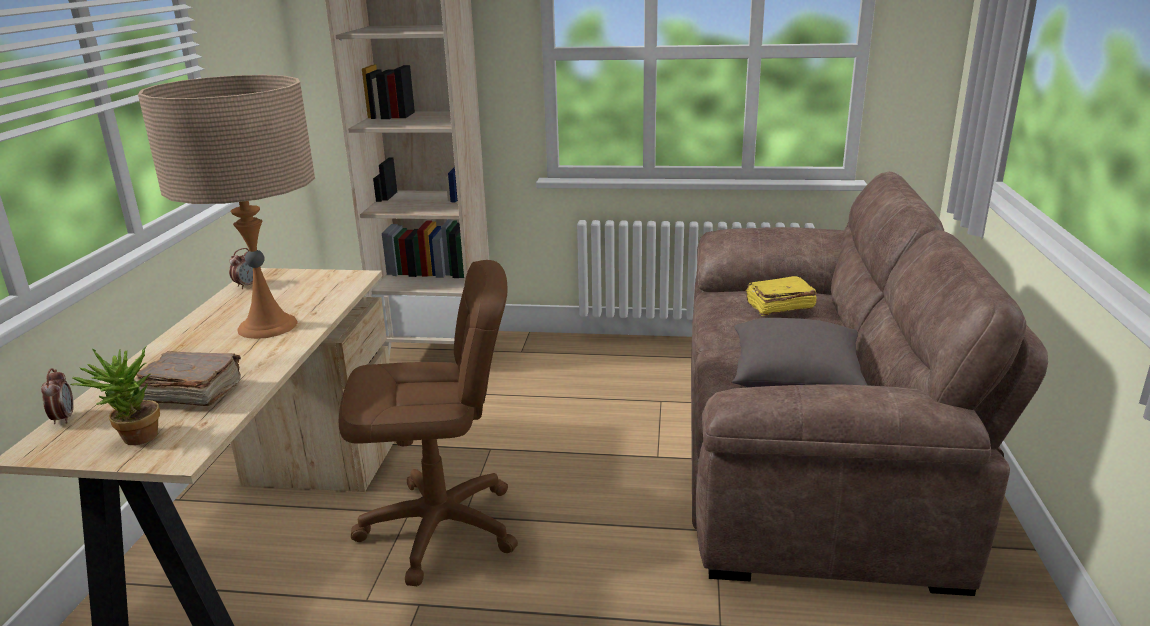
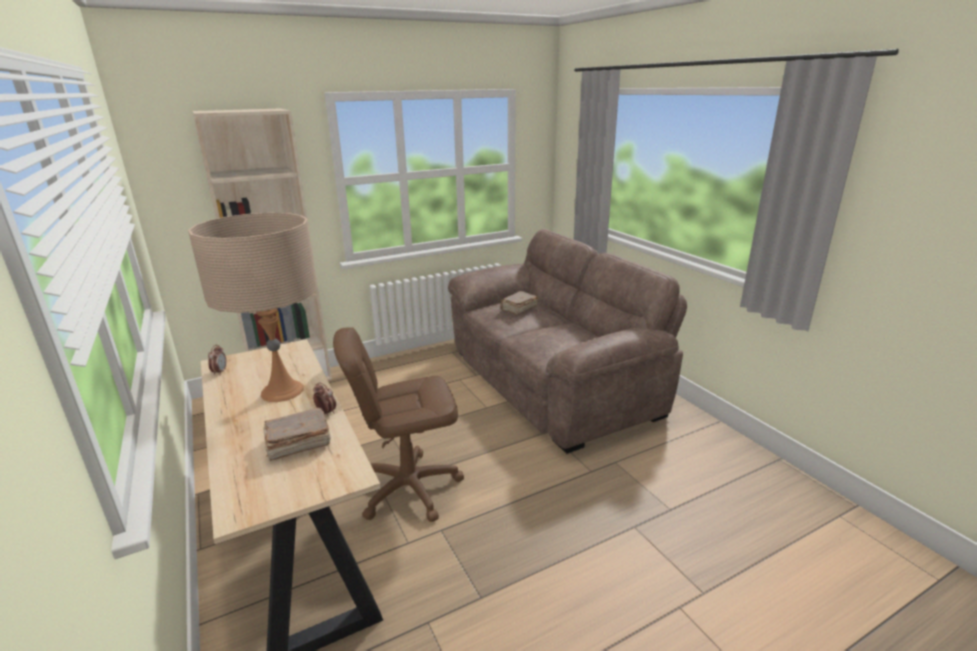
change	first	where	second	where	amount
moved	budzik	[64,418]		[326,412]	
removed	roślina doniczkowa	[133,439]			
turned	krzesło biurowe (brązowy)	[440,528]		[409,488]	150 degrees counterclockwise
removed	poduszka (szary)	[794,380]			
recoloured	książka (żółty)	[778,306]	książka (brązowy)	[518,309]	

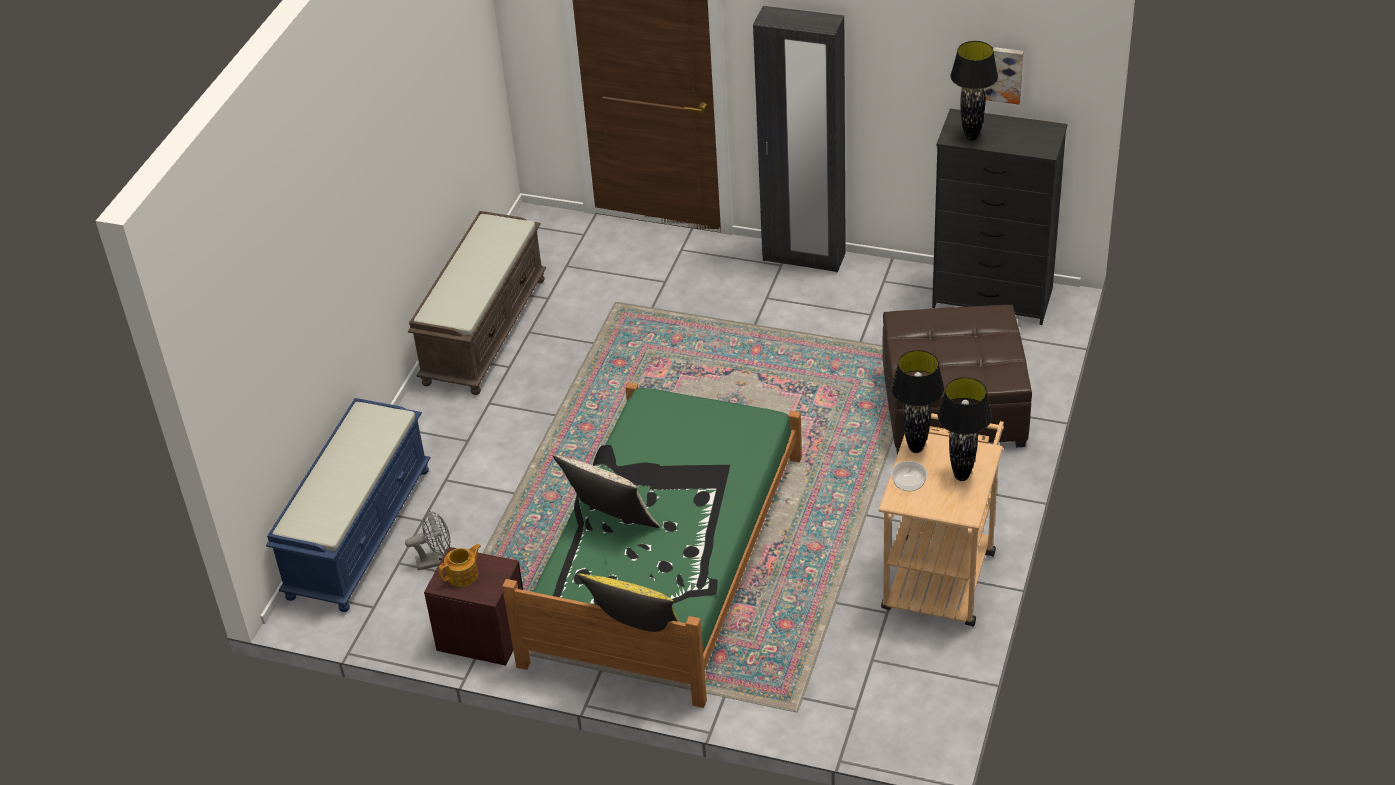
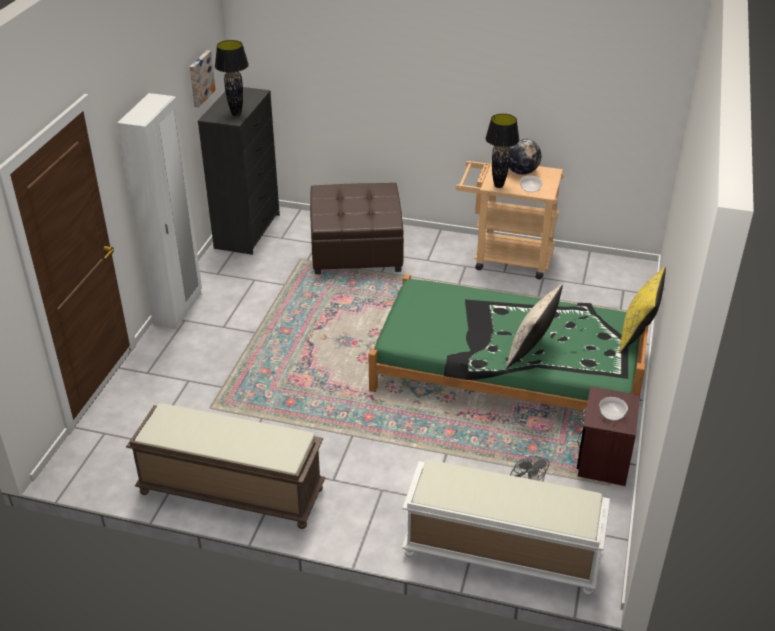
change	first	where	second	where	amount
recoloured	ławka (niebieski)	[358,531]	ławka (biały)	[500,553]	
replaced	imbryk	[463,575]	miska	[612,414]	
recoloured	szafa (czarny)	[803,257]	szafa (biały)	[178,309]	
replaced	lampa stołowa (czarny)	[962,476]	globus	[521,172]	

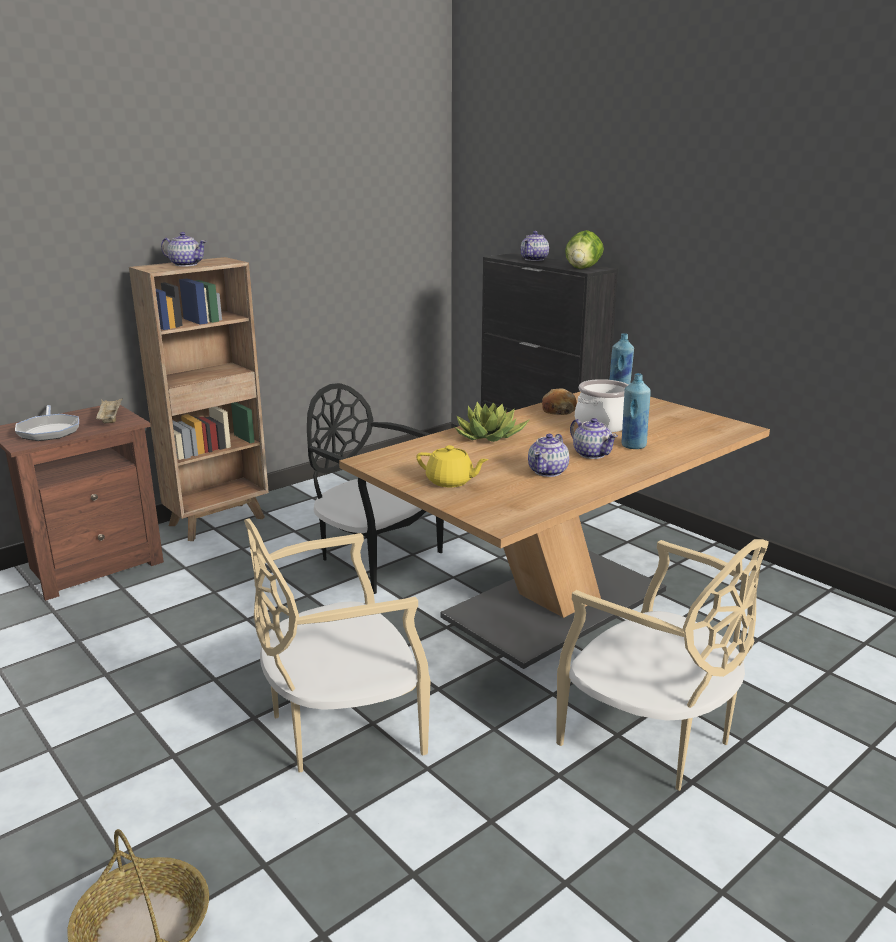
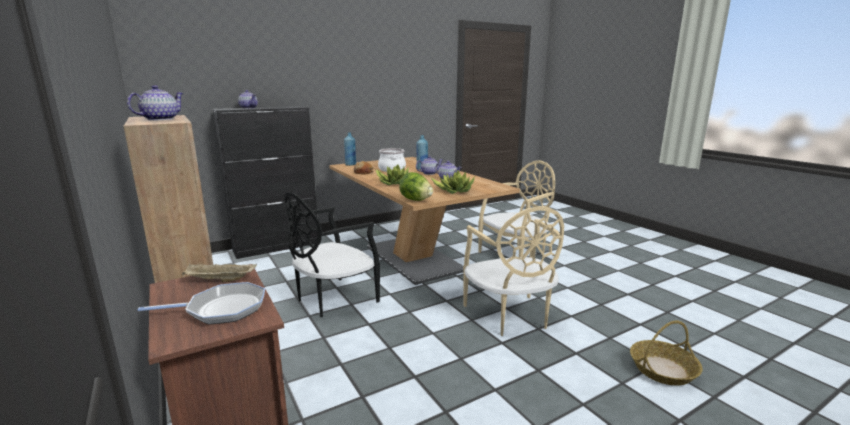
change	first	where	second	where	amount
replaced	imbryk (żółty)	[450,481]	roślina doniczkowa	[455,190]	
moved	sałata	[582,268]		[415,200]	

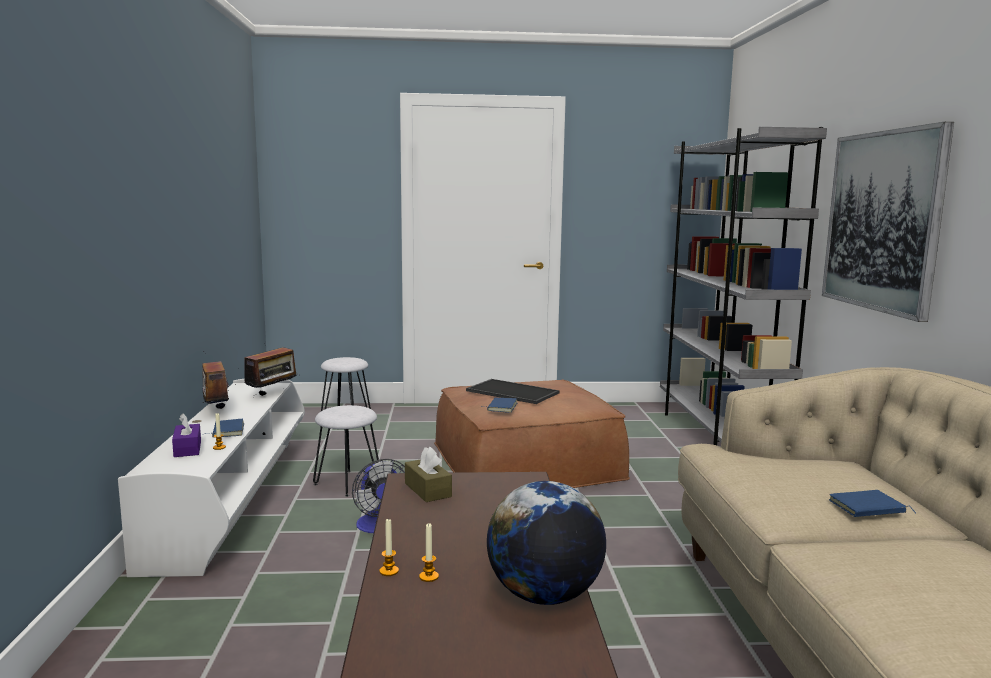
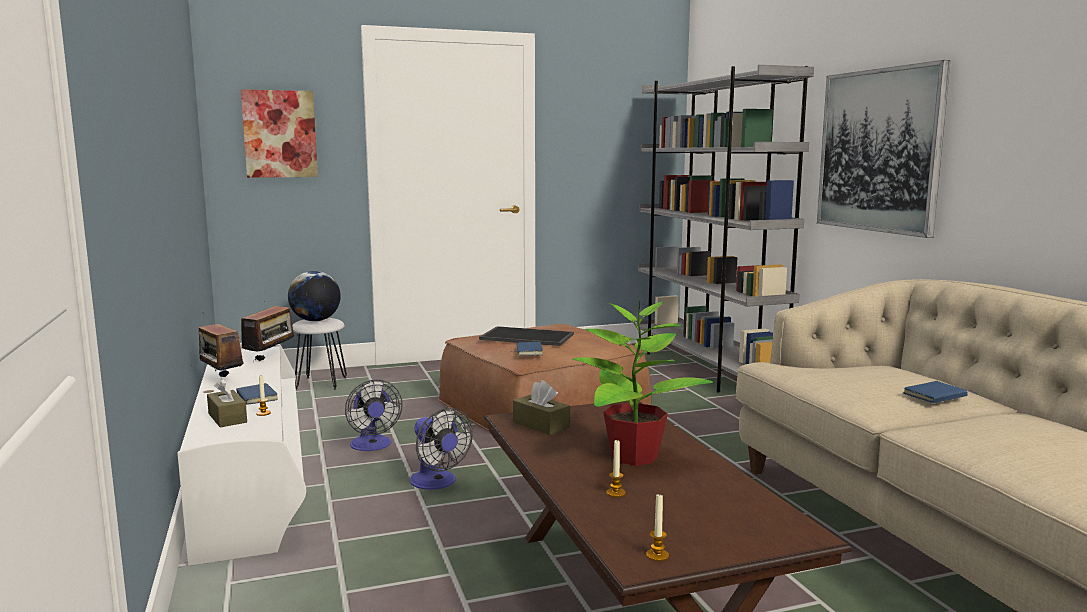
change	first	where	second	where	amount
recoloured	pudełko chusteczek (fioletowy)	[187,449]	pudełko chusteczek (brązowy)	[227,418]	
replaced	stołek (biały)	[348,482]	wentylator	[372,446]	
moved	świeca	[389,571]		[657,555]	
moved	globus	[544,595]		[315,320]	
added			obraz	[280,134]	
added			roślina doniczkowa	[632,456]	

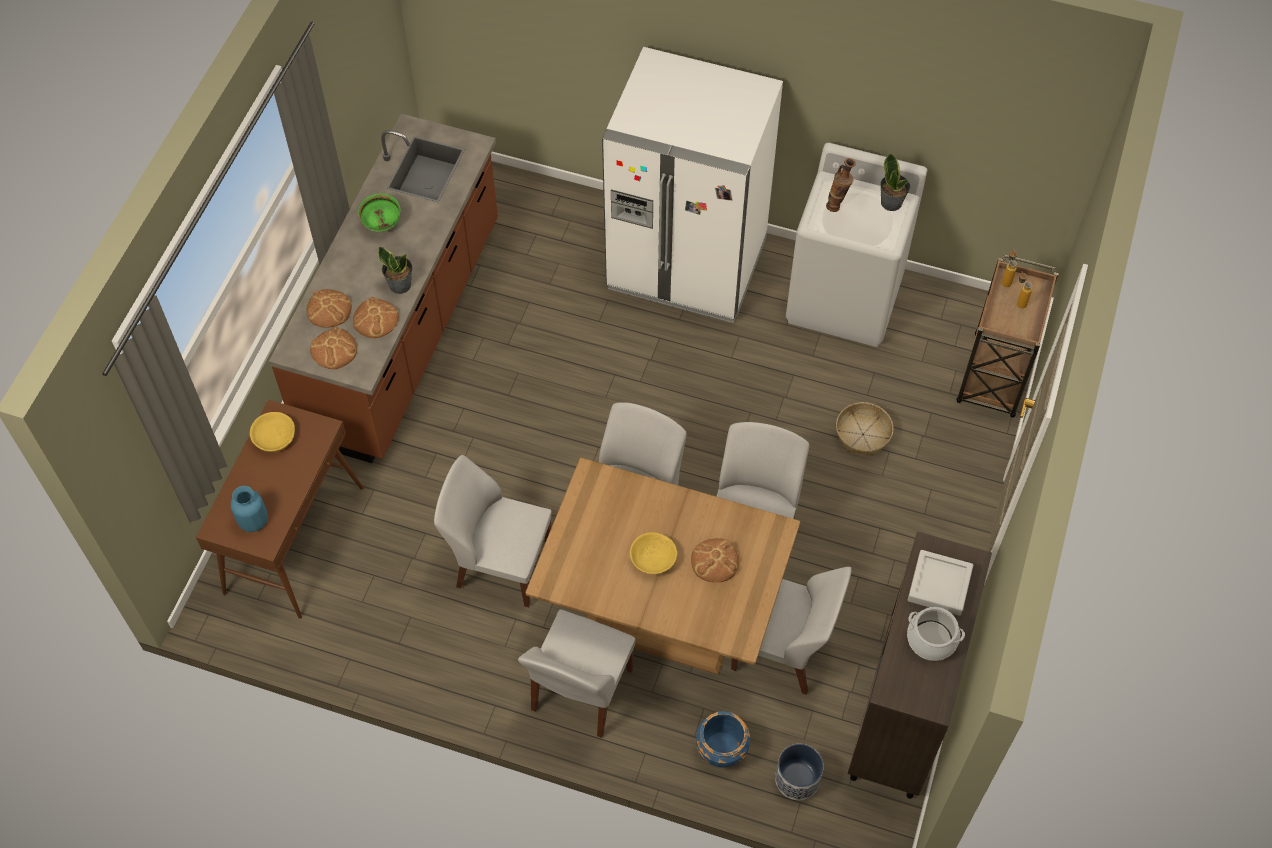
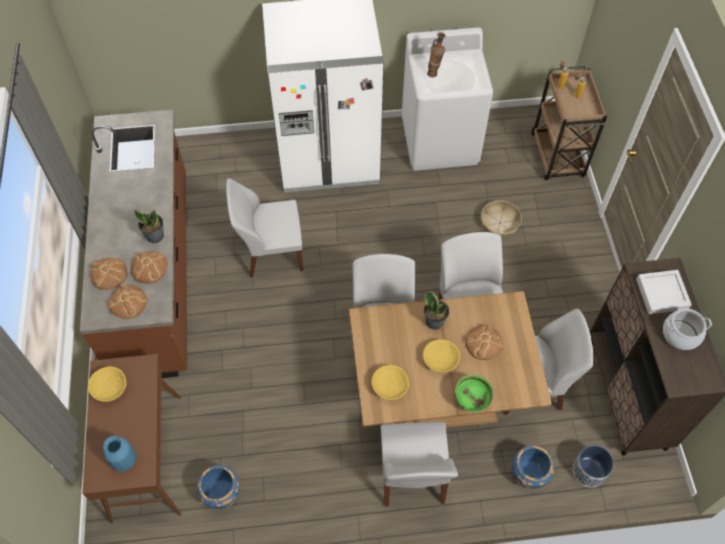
change	first	where	second	where	amount
moved	miska (zielony)	[382,225]		[472,400]	
moved	krzesło (biały)	[501,564]		[271,253]	
moved	roślina doniczkowa	[891,202]		[434,321]	
added			donica (niebieski)	[221,493]	
added			miska (żółty)	[390,386]	

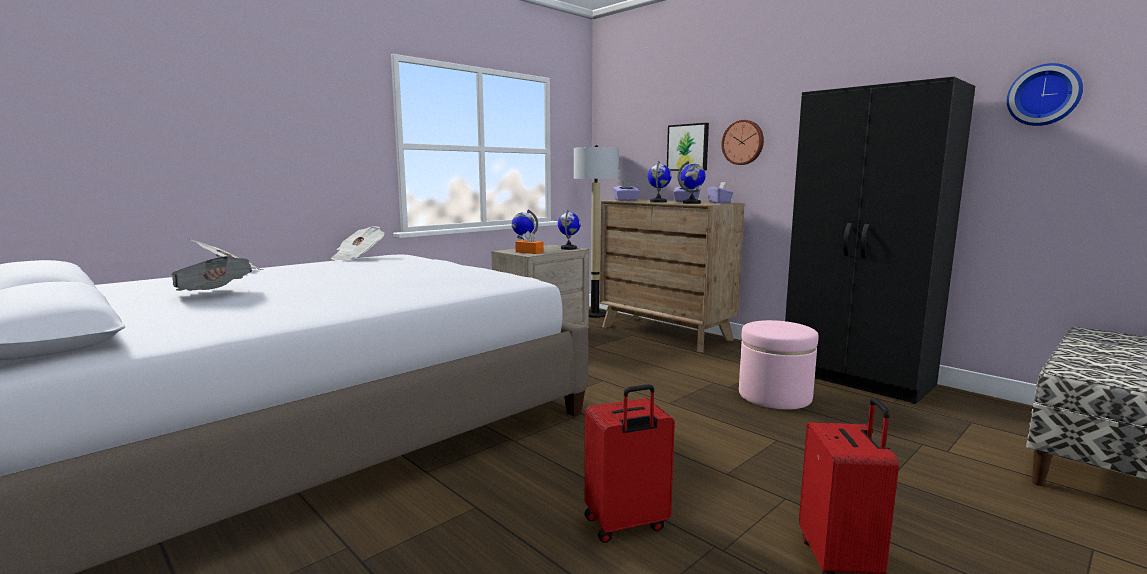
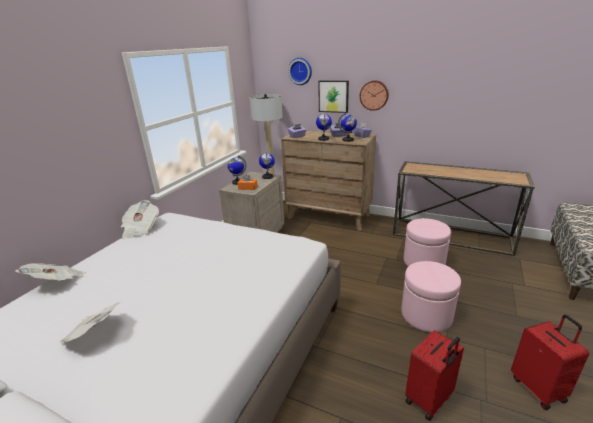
change	first	where	second	where	amount
replaced	szafa (czarny)	[857,379]	stolik konsolowy	[451,236]	
moved	zegar ścienny	[1044,95]		[300,71]	
added			pufa (różowy)	[426,314]	

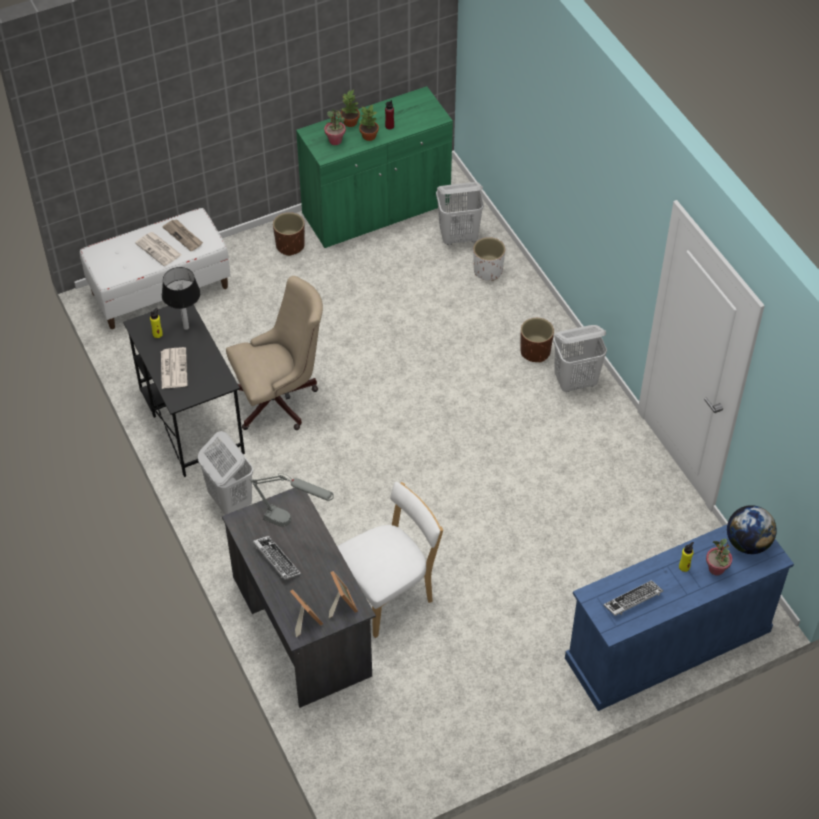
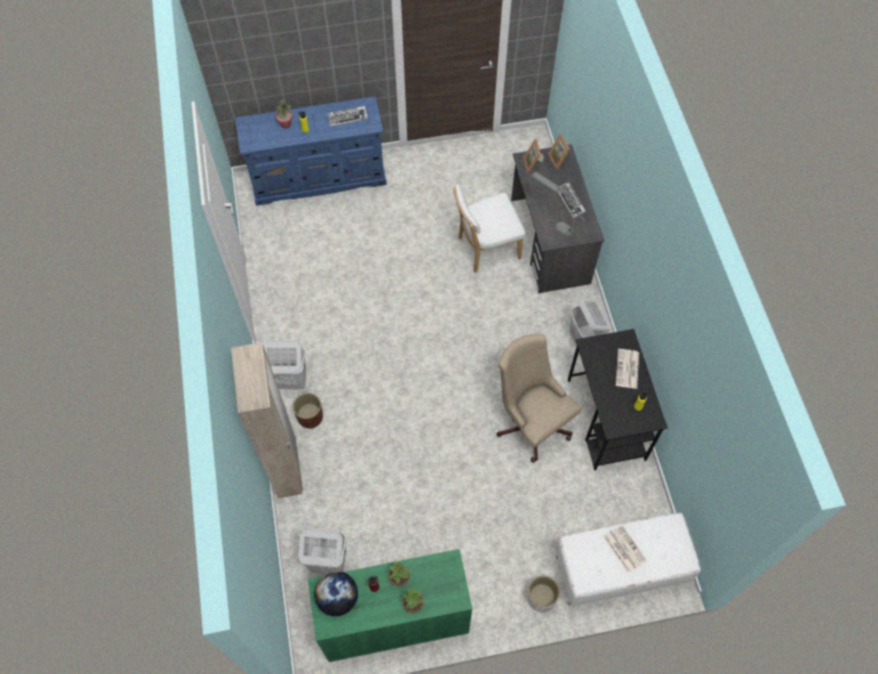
change	first	where	second	where	amount
removed	gazeta	[183,236]			
removed	lampa stołowa	[186,327]			
turned	krzesło biurowe (beżowy)	[280,400]		[530,422]	60 degrees clockwise
removed	donica (brązowy)	[290,245]			
removed	roślina doniczkowa	[335,140]			
moved	donica (biały)	[488,271]		[540,598]	
moved	globus	[747,543]		[338,598]	
added			szafa (beżowy)	[287,468]	

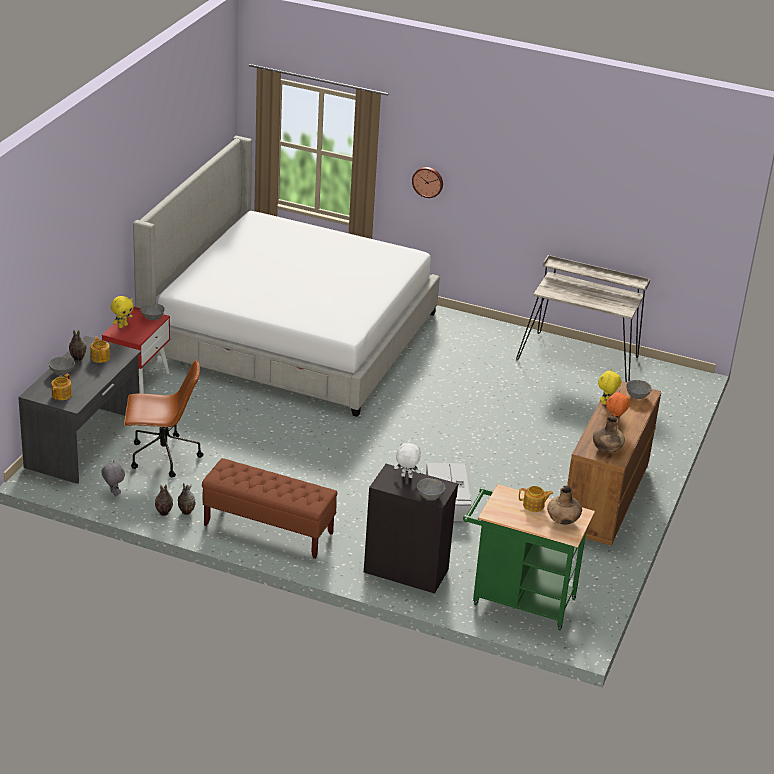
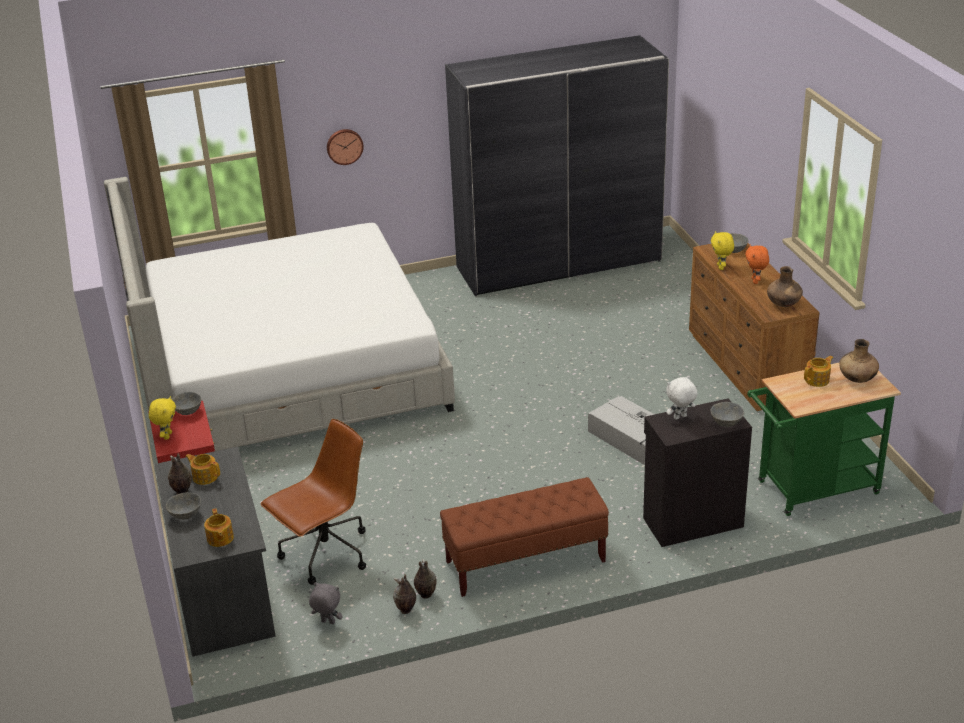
change	first	where	second	where	amount
replaced	biurko (beżowy)	[580,358]	szafa (szary)	[559,264]	

